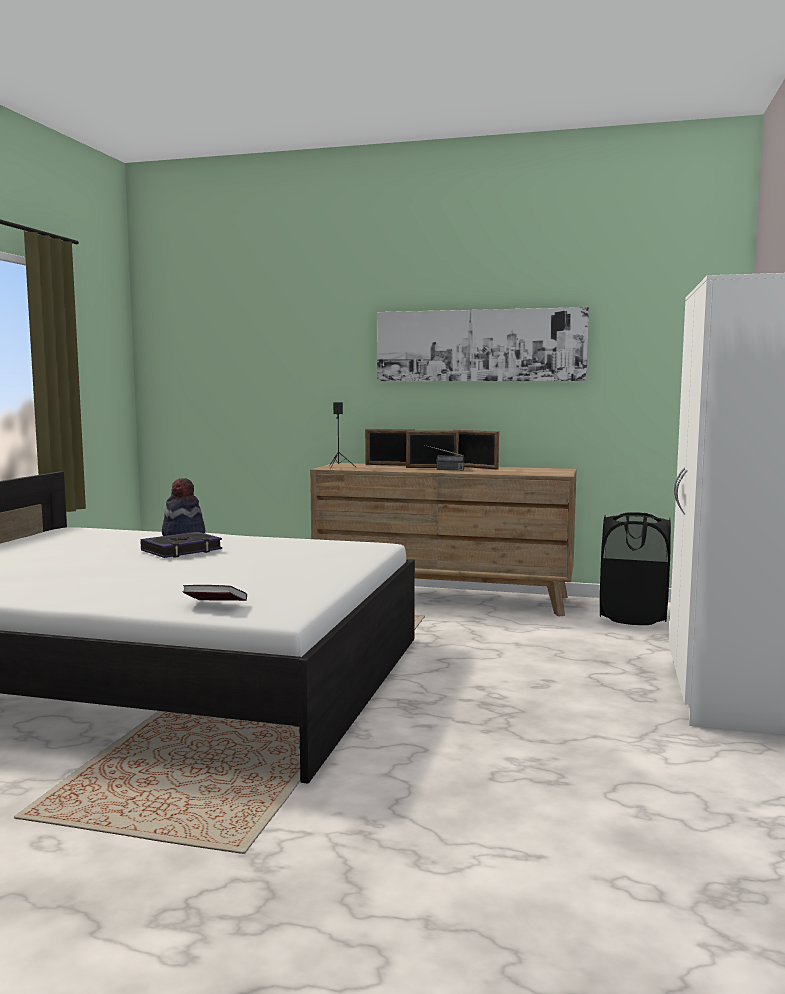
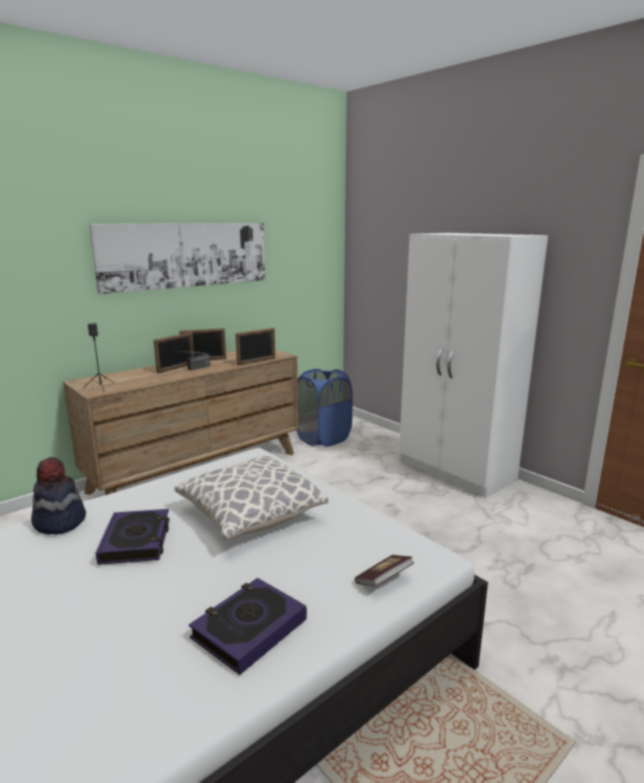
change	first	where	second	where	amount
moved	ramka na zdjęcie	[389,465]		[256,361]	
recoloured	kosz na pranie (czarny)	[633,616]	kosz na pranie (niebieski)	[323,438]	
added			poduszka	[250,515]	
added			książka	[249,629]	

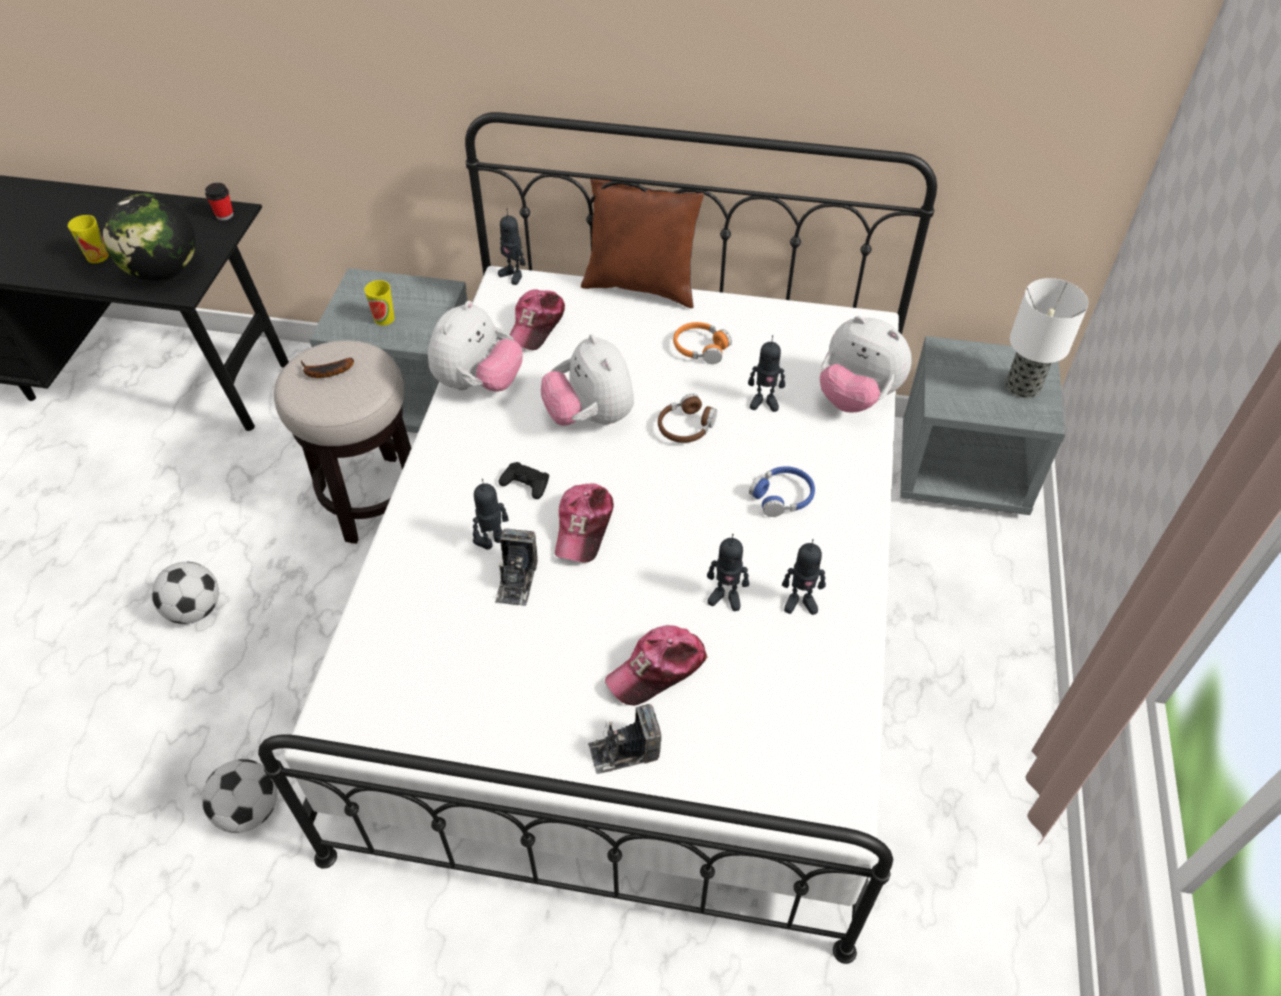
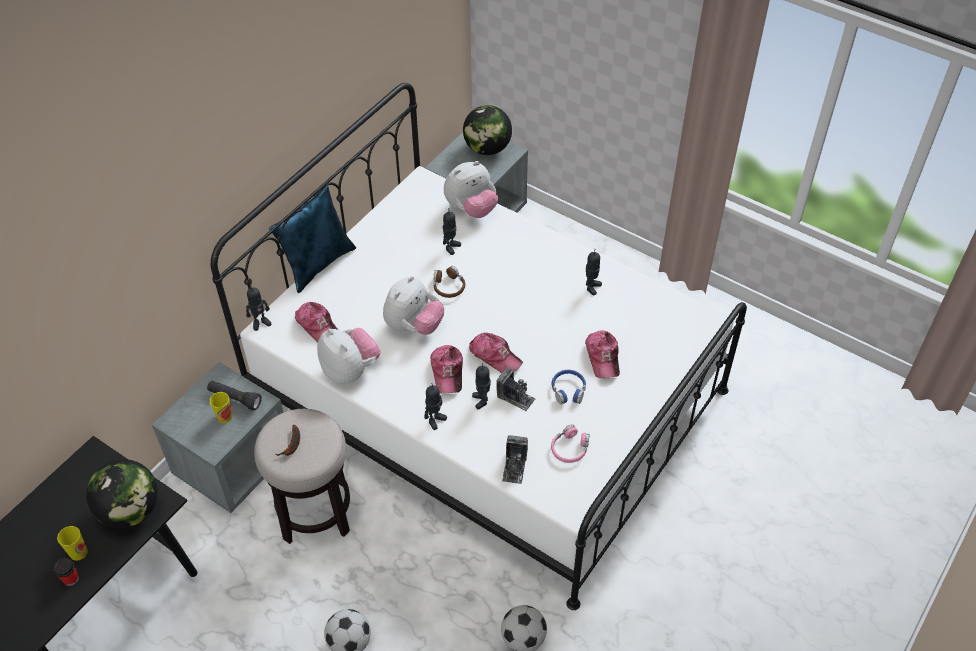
change	first	where	second	where	amount
moved	filiżanka	[224,215]		[71,578]	
replaced	pad do gier (czarny)	[525,483]	czapka z daszkiem	[447,372]	
turned	pluszak	[590,417]		[414,326]	60 degrees counterclockwise
recoloured	poduszka (brązowy)	[642,286]	poduszka (niebieski)	[318,264]	
moved	aparat fotograficzny	[624,751]		[514,467]	
removed	słuchawki (pomarańczowy)	[700,348]			
moved	robot zabawkowy	[725,597]		[435,420]	
moved	słuchawki (niebieski)	[782,497]		[568,390]	
replaced	lampa stołowa	[1023,387]	globus	[487,148]	
added			latarka (czarny)	[235,399]	
added			słuchawki (różowy)	[570,448]	

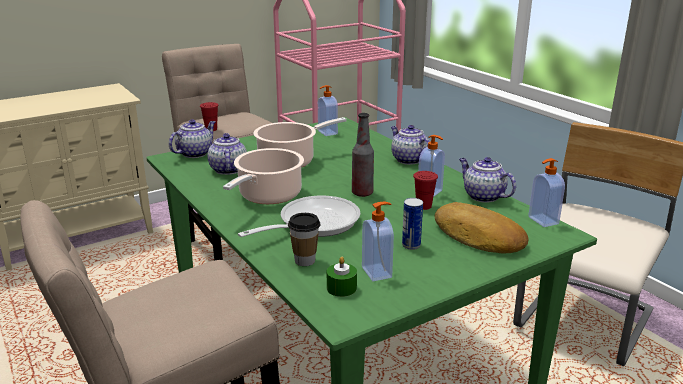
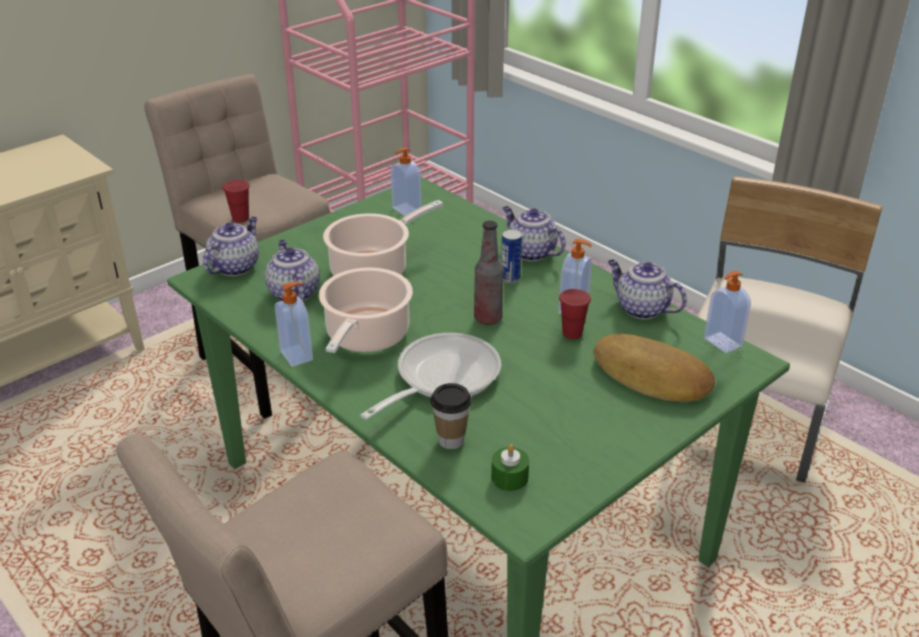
change	first	where	second	where	amount
moved	dozownik mydła	[377,272]		[297,355]	
moved	puszka	[411,245]		[510,278]	

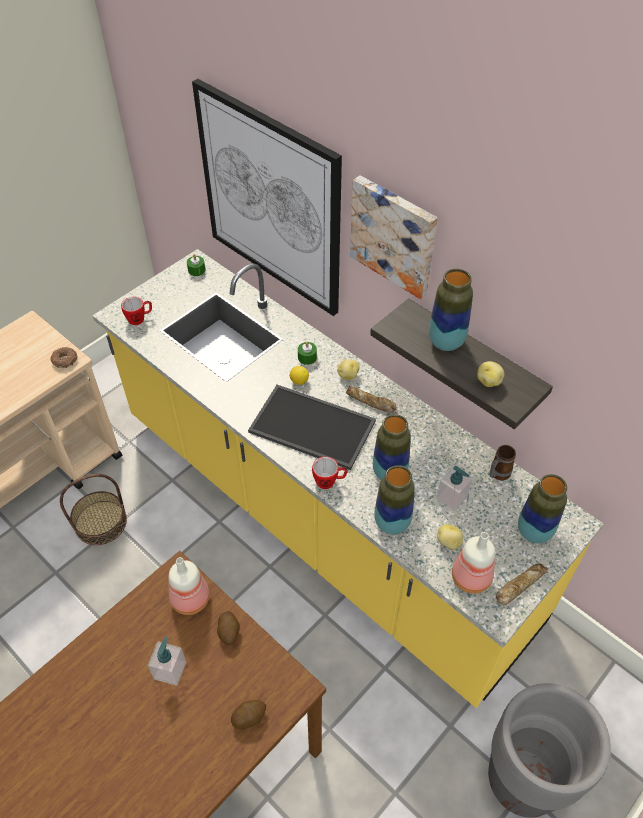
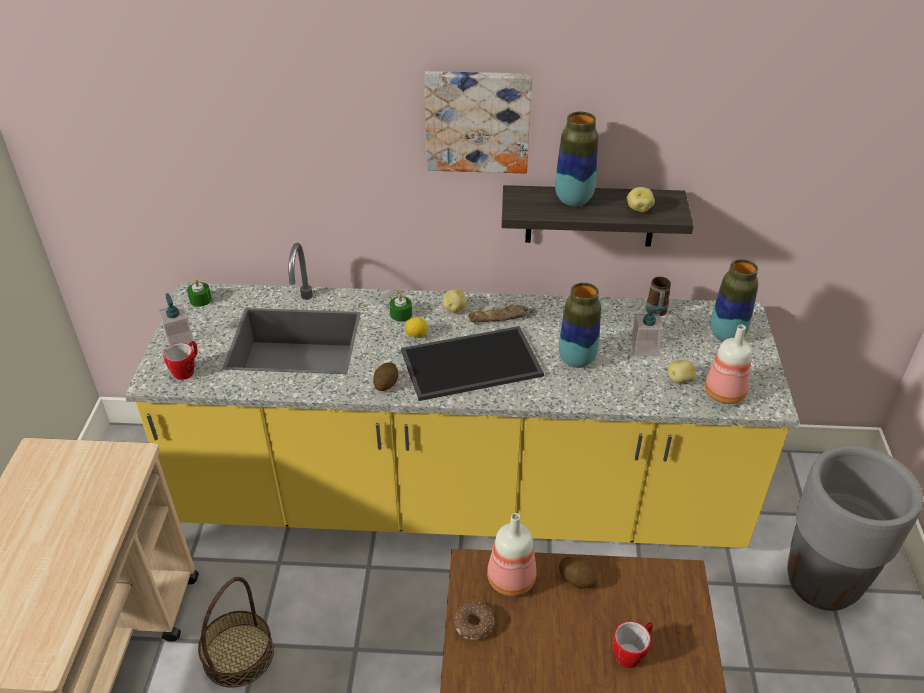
change	first	where	second	where	amount
moved	donut	[65,360]		[475,624]	
moved	dozownik mydła	[170,670]		[180,340]	
removed	obraz	[271,200]			
moved	ziemniak	[249,717]		[386,383]	
moved	kubek	[329,481]		[632,652]	
removed	wazon	[392,523]			
removed	chleb	[519,585]			

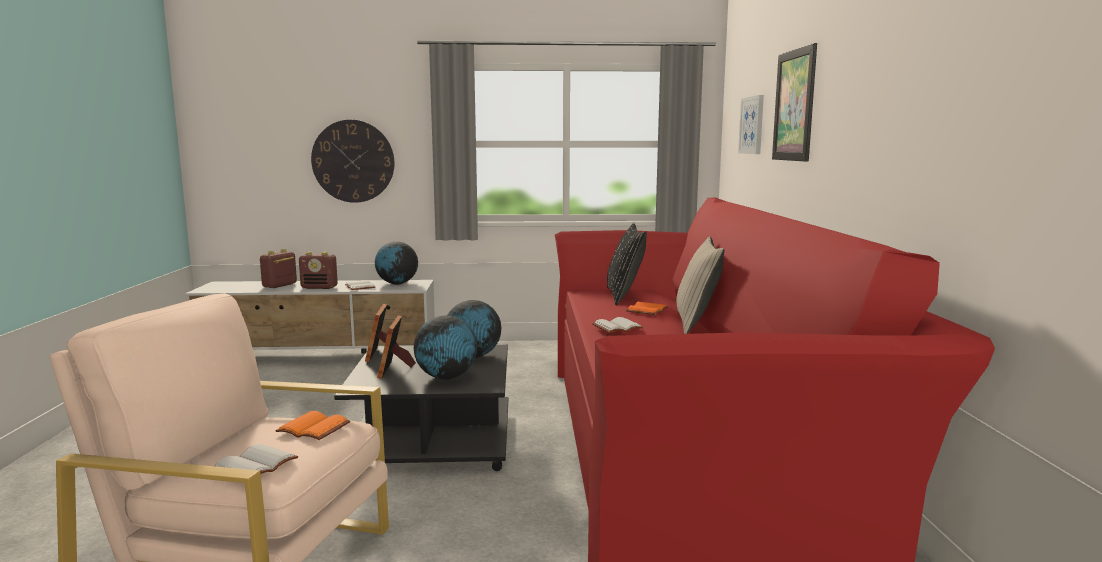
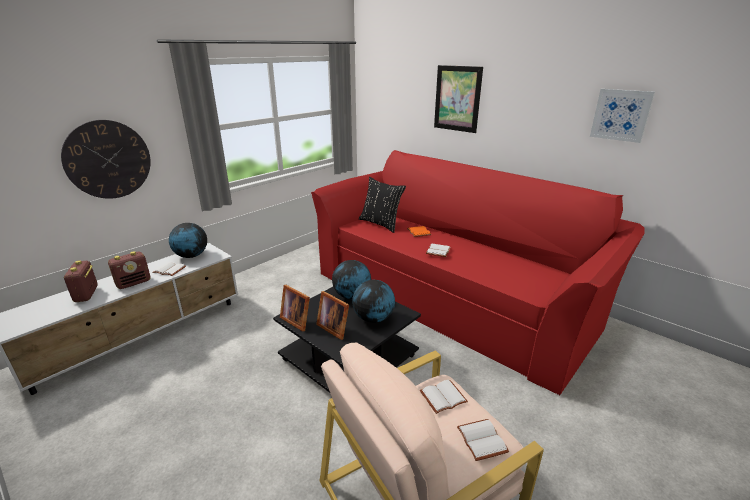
change	first	where	second	where	amount
recoloured	książka (pomarańczowy)	[315,428]	książka (biały)	[443,396]	
removed	poduszka (beżowy)	[696,323]			
moved	obraz	[752,125]		[621,115]	

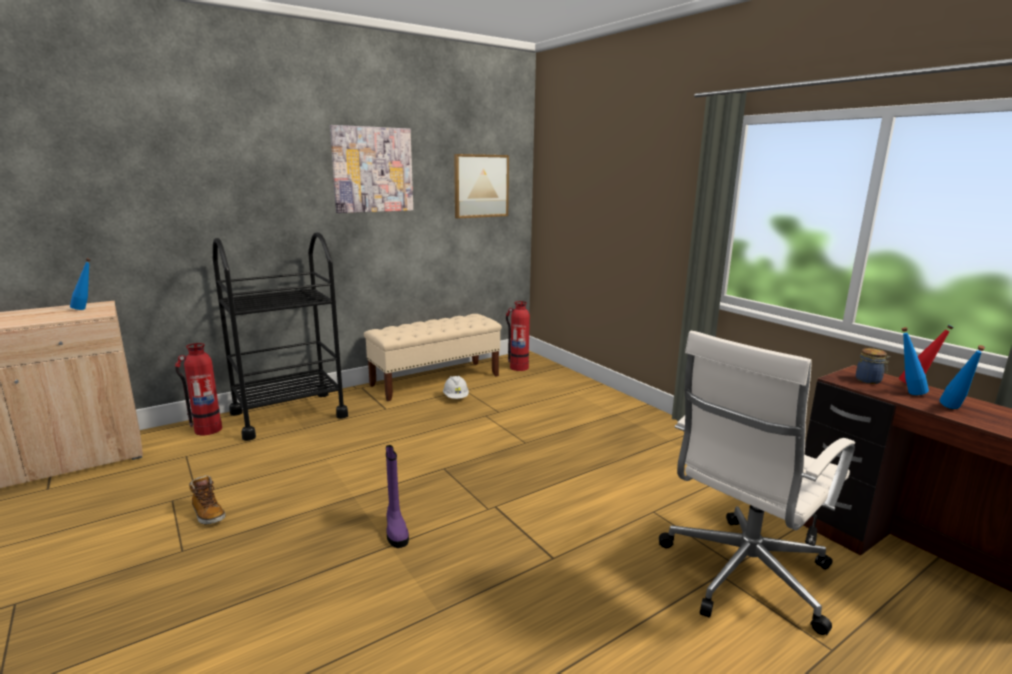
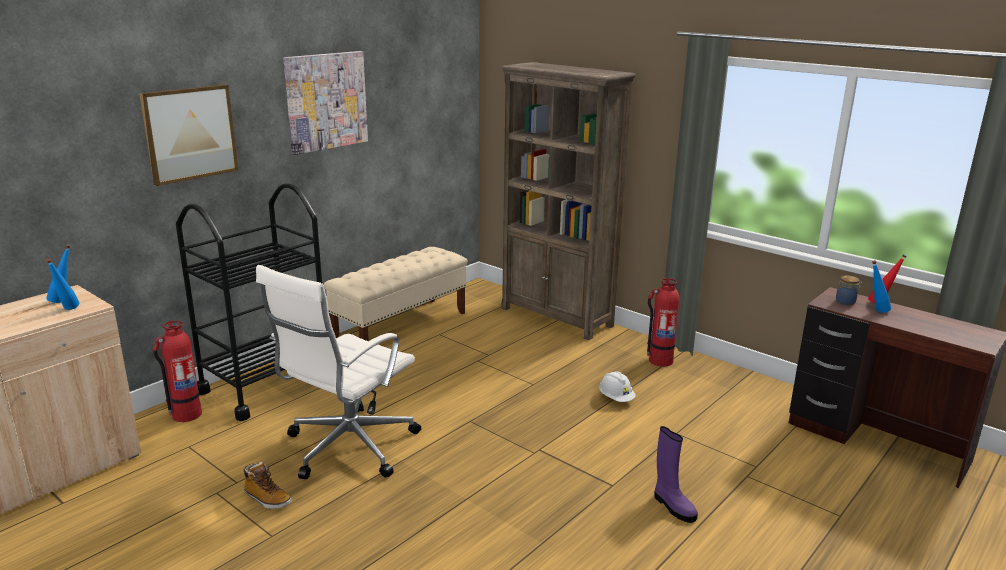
change	first	where	second	where	amount
moved	but z cholewką (fioletowy)	[396,530]		[673,506]	
moved	kask (biały)	[456,397]		[616,398]	
moved	obraz	[481,186]		[190,133]	
moved	gaśnica	[518,367]		[660,360]	
moved	krzesło biurowe (biały)	[742,575]		[347,447]	
moved	butelka (niebieski)	[954,410]		[67,310]	
added			regał (brązowy)	[557,317]	

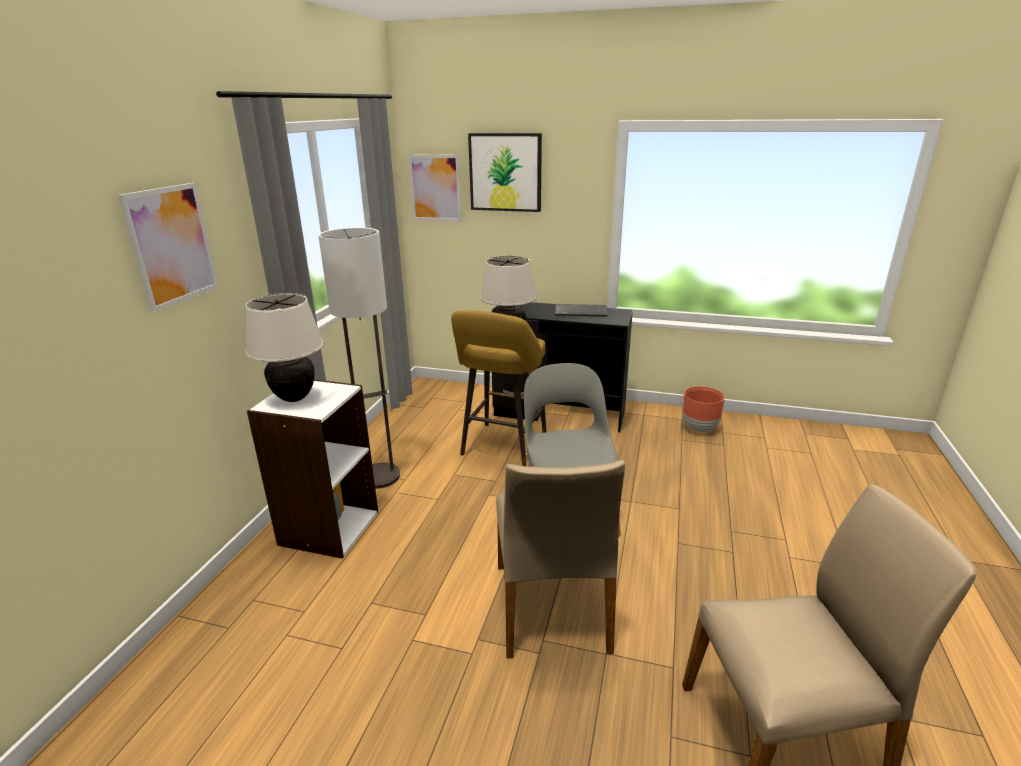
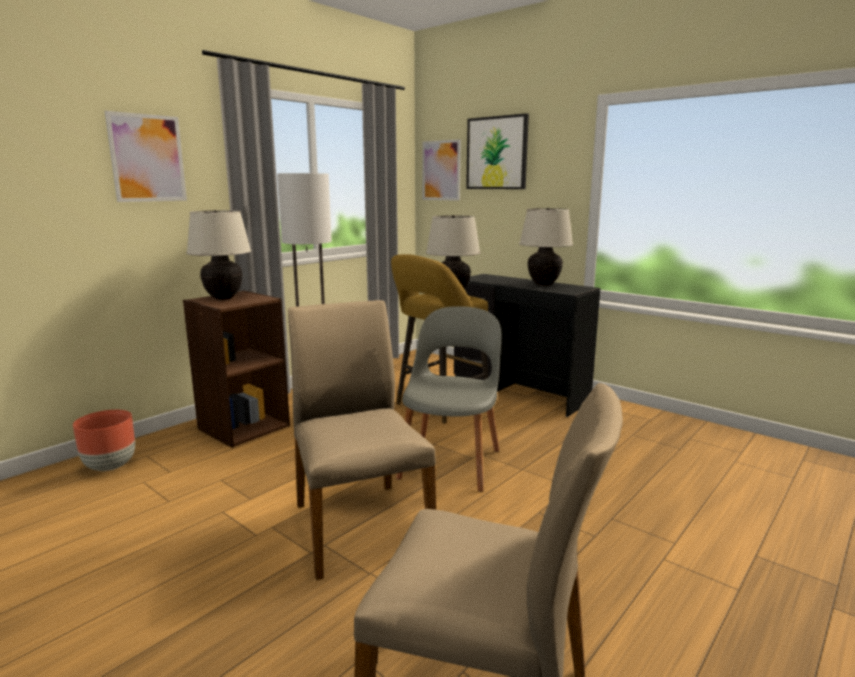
change	first	where	second	where	amount
recoloured	regał (biały)	[328,527]	regał (brązowy)	[243,427]	
turned	krzesło (beżowy)	[553,607]		[359,525]	135 degrees clockwise
replaced	klawiatura	[581,311]	lampa stołowa (beżowy)	[544,284]	
moved	donica (brązowy)	[699,428]		[111,466]	

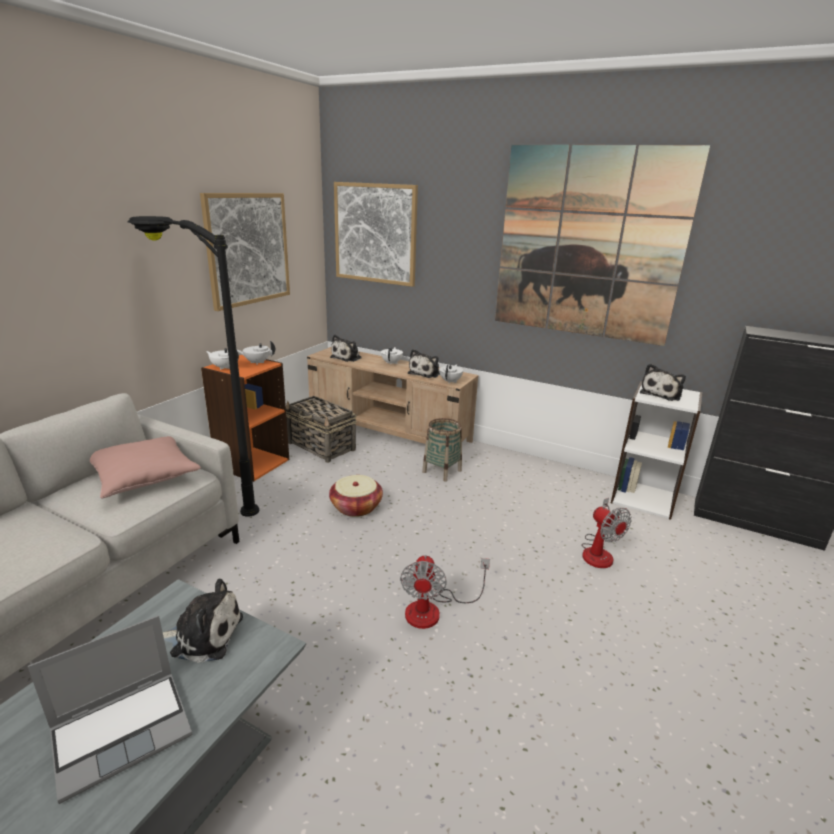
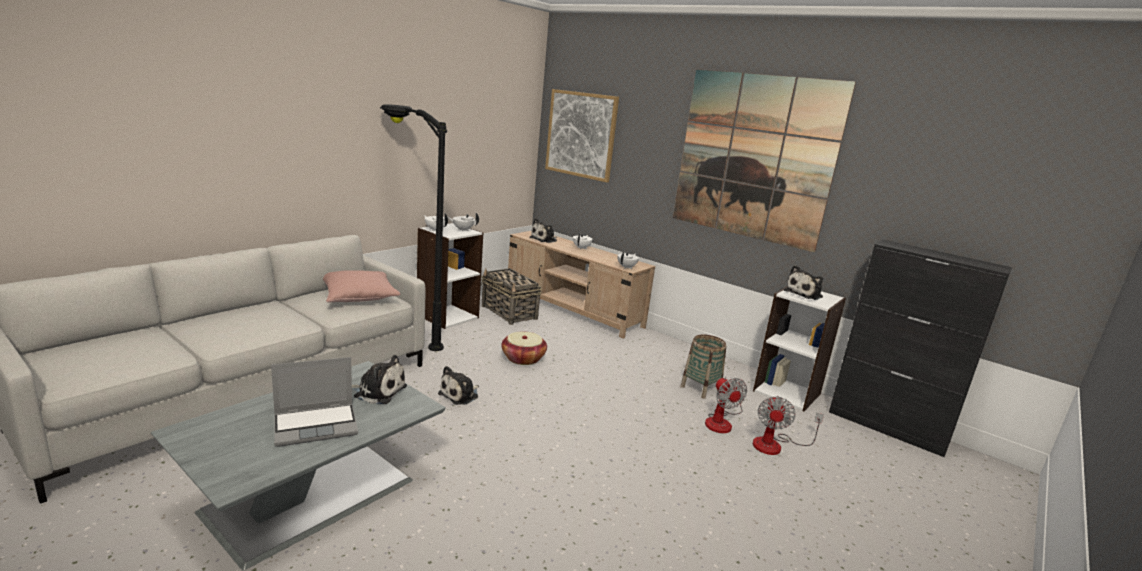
change	first	where	second	where	amount
removed	obraz	[248,249]			
recoloured	regał (pomarańczowy)	[252,463]	regał (biały)	[447,316]	
moved	wentylator	[433,610]		[775,445]	
moved	pluszak	[425,373]		[460,395]	
moved	koszyk	[442,471]		[700,388]	

